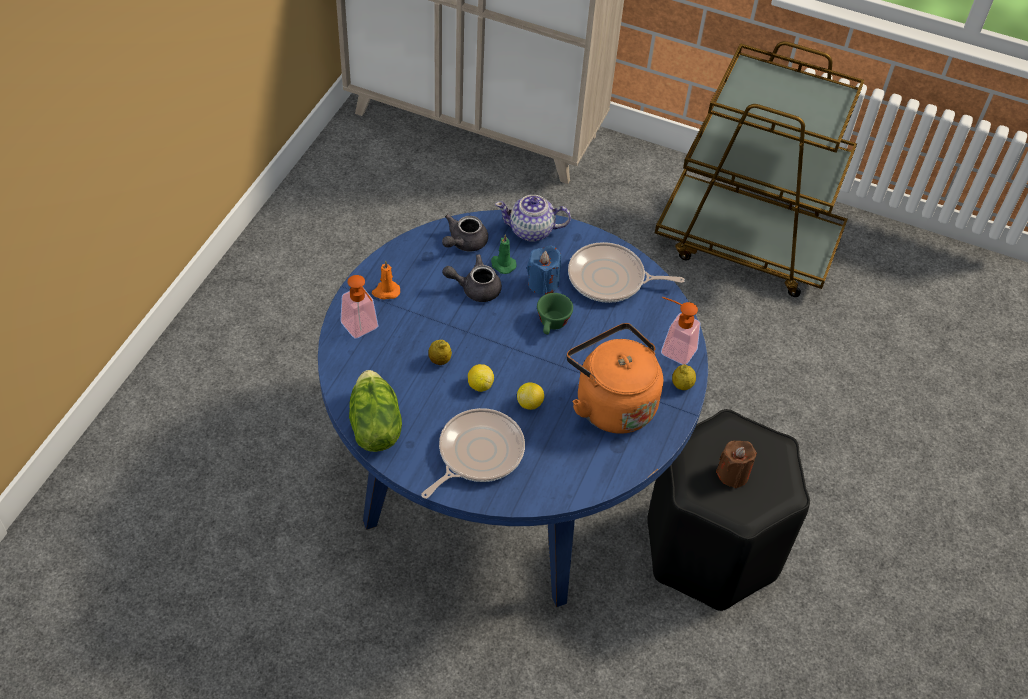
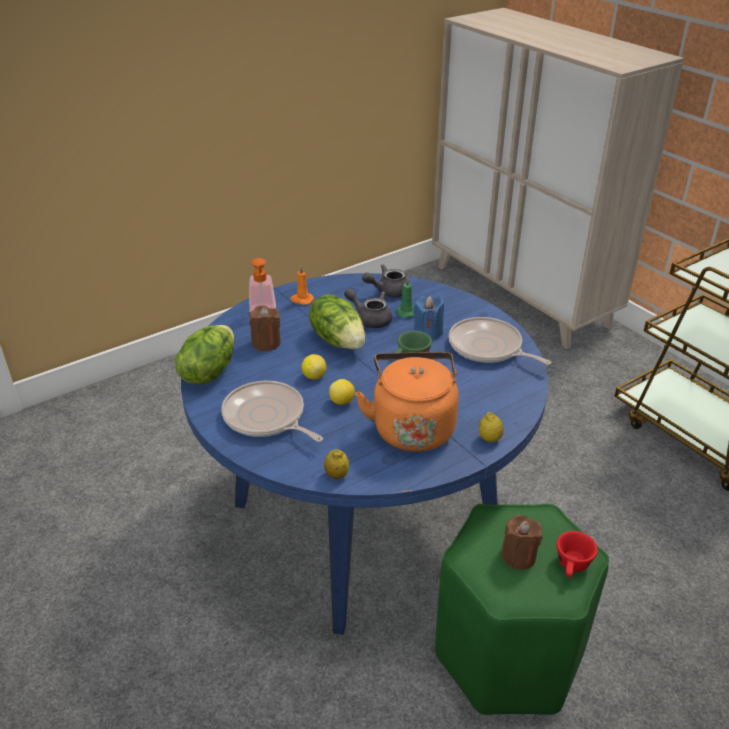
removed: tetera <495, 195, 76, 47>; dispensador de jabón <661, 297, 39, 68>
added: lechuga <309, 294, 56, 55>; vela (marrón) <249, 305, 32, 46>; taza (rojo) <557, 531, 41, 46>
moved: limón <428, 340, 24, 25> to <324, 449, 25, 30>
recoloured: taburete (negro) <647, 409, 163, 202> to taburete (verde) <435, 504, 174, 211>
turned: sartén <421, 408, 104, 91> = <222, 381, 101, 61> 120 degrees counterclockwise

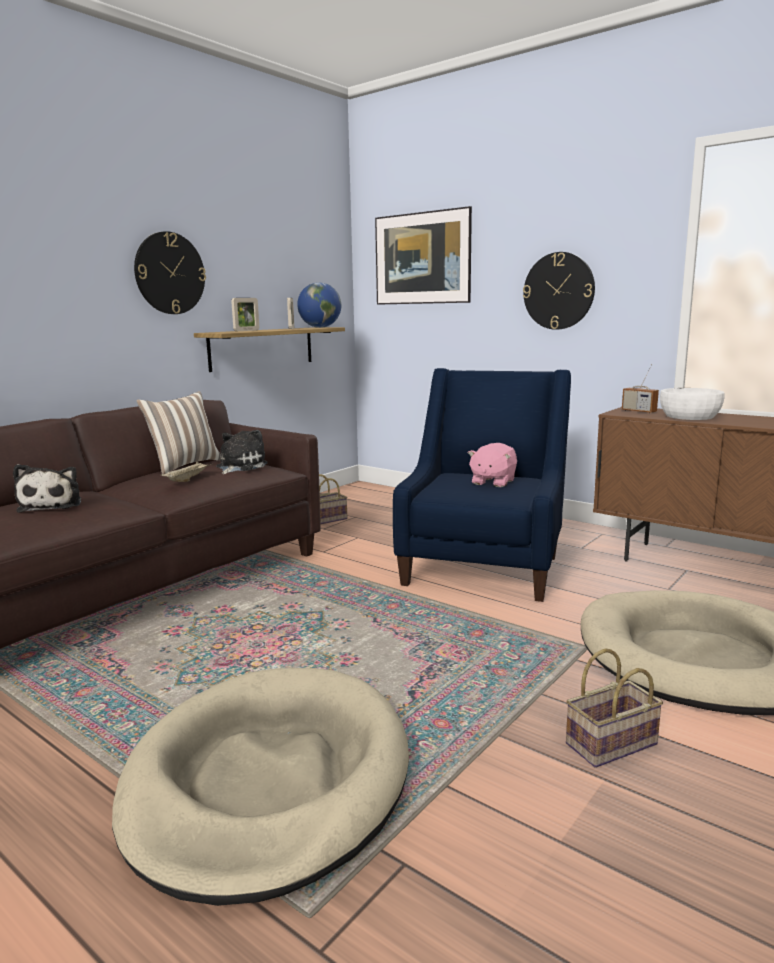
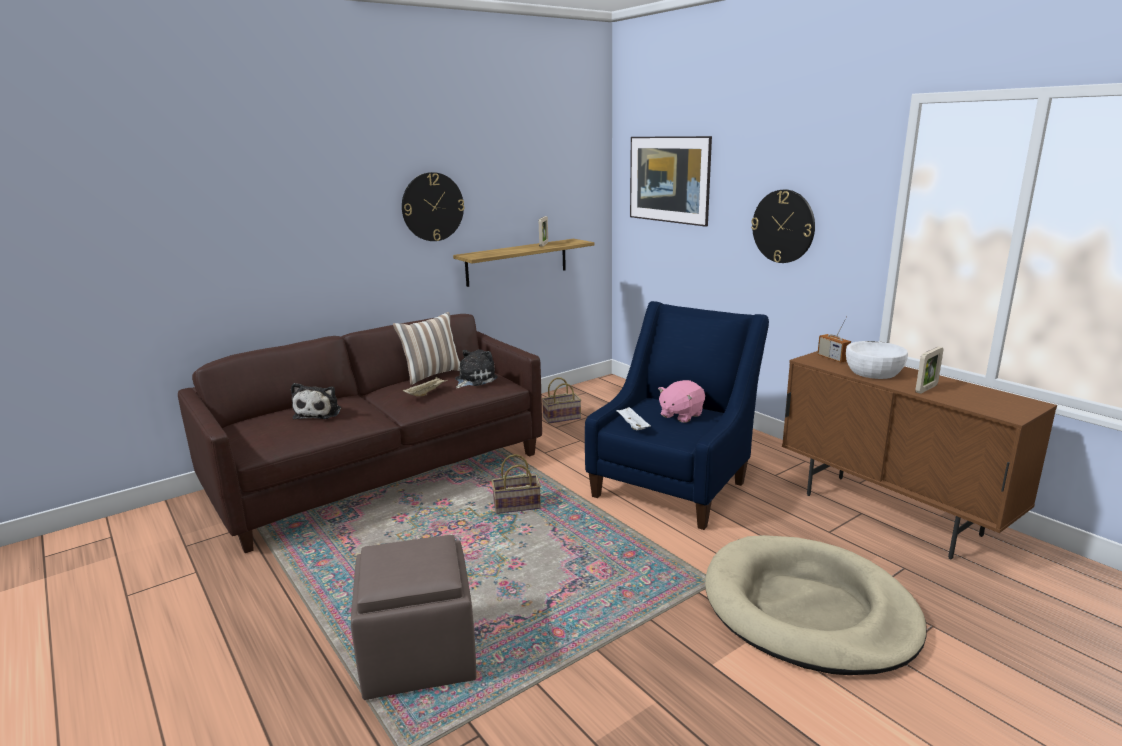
removed: globo terráqueo <297, 282, 44, 46>
added: bandeja (blanco) <616, 407, 35, 23>
moved: portarretratos <231, 298, 28, 33> to <915, 347, 29, 47>; cesta <566, 649, 97, 119> to <492, 454, 49, 60>
replaced: cama para perro (beis) <112, 668, 297, 238> to puf (marrón) <351, 535, 125, 165>

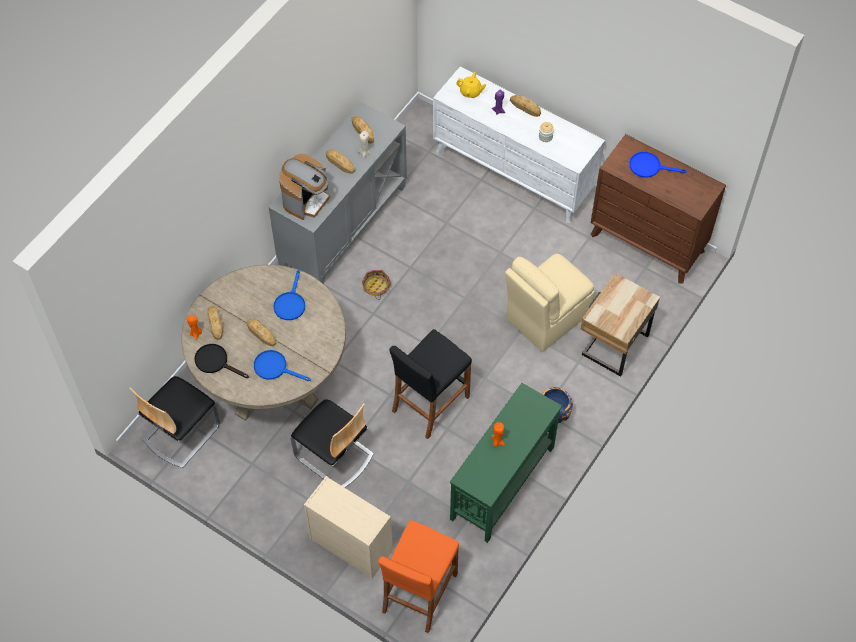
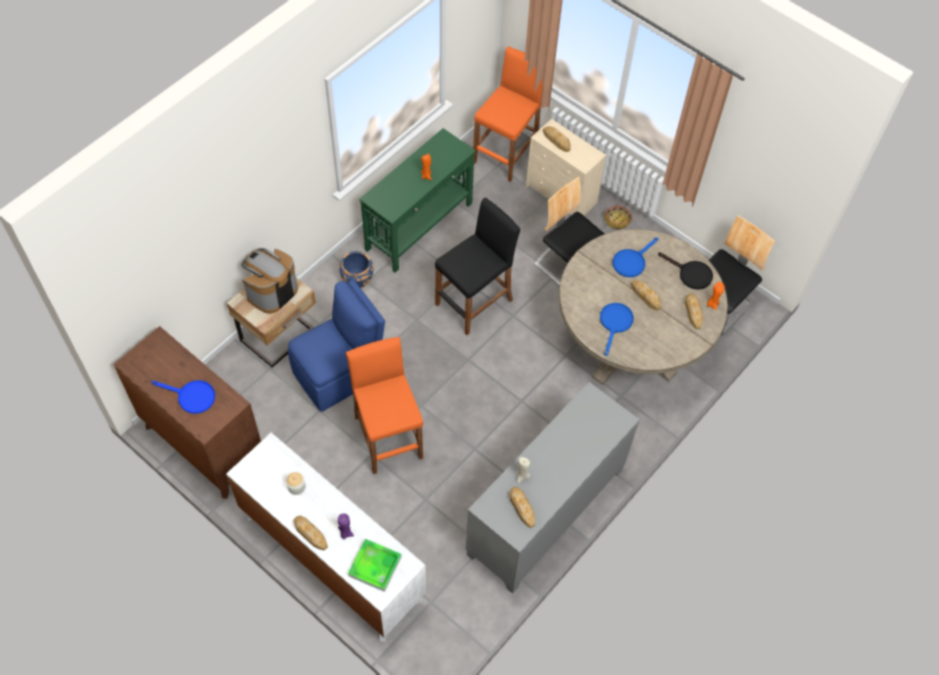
added: taburete (naranja) <346, 337, 77, 137>
moved: pan <326, 149, 29, 25> to <543, 126, 28, 26>; cafetera <279, 153, 51, 67> to <241, 248, 57, 66>; cesta <362, 270, 29, 30> to <604, 205, 28, 25>
replaced: tetera (amarillo) <456, 72, 30, 26> to bandeja <348, 539, 54, 53>
recoloured: silla (beis) <505, 254, 90, 98> to silla (azul) <288, 280, 97, 132>
turned: sartén (azul) <254, 350, 57, 31> = <613, 237, 45, 40> 105 degrees clockwise

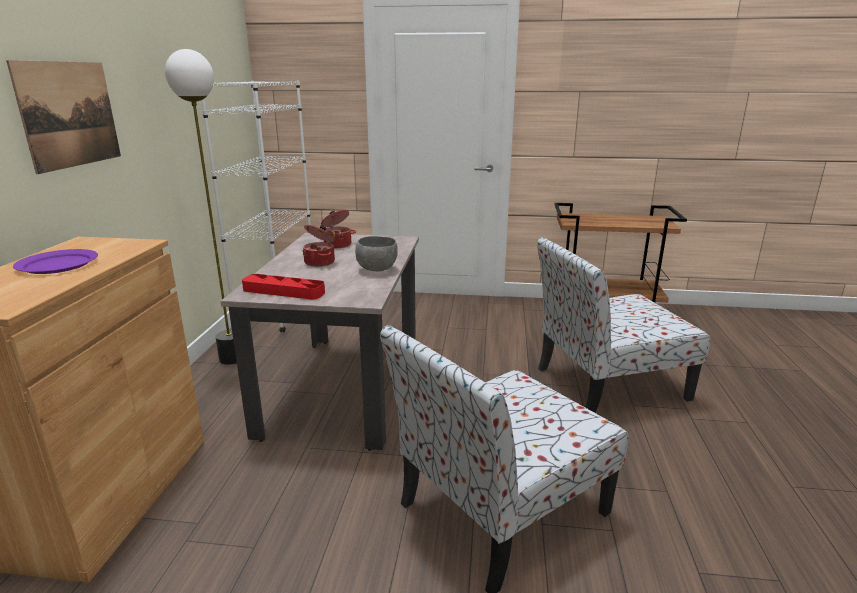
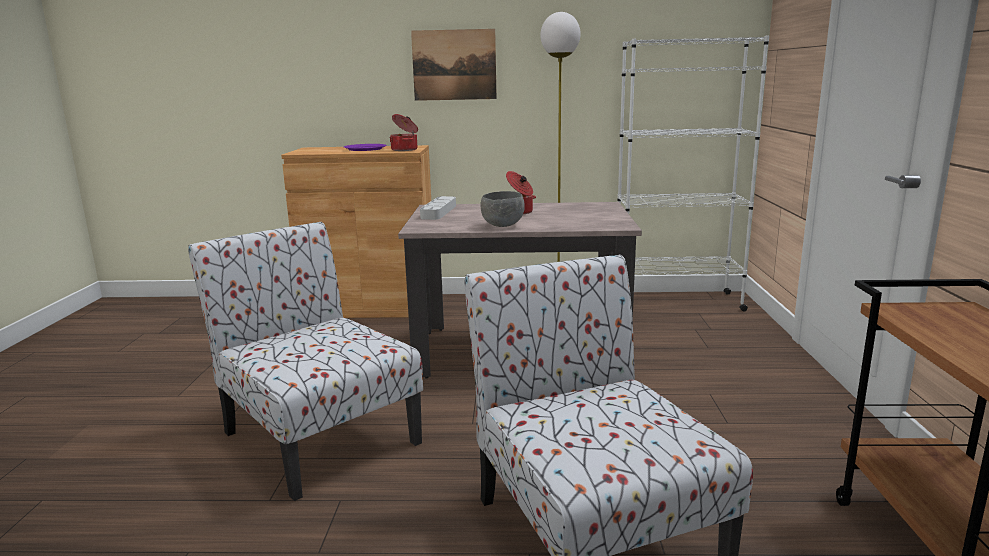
moved: olla <321, 210, 36, 38> to <390, 114, 28, 37>
recoloured: bandeja (rojo) <242, 274, 83, 26> to bandeja (gris) <420, 196, 36, 24>

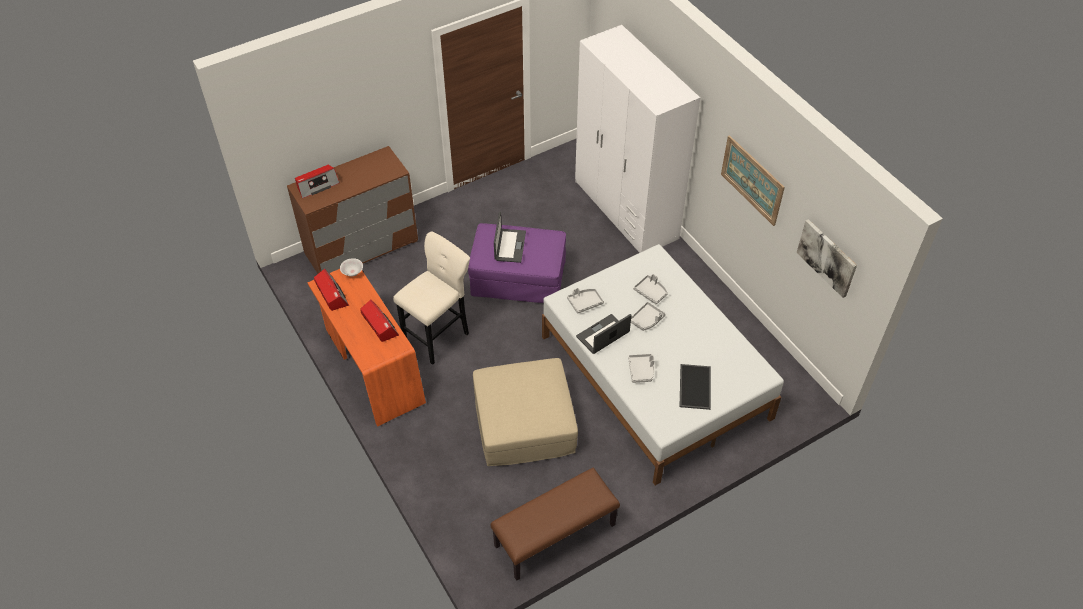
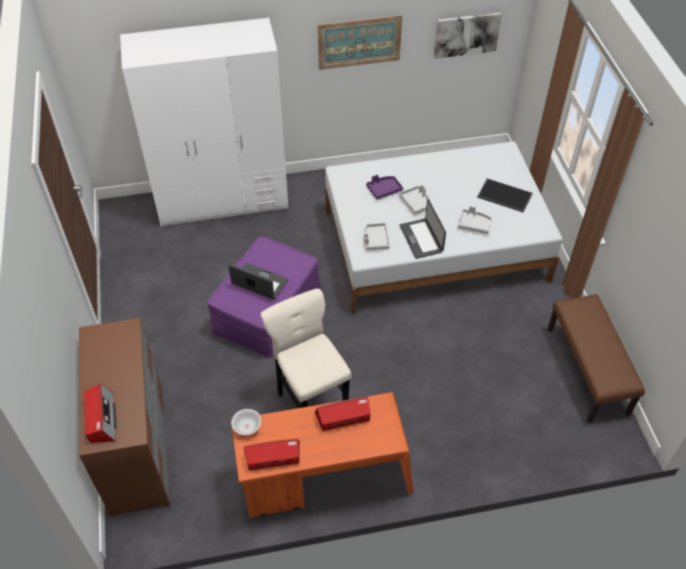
removed: puf (beis) <473, 358, 105, 108>
recoloured: bandeja (gris) <633, 274, 35, 30> to bandeja (morado) <366, 175, 37, 25>

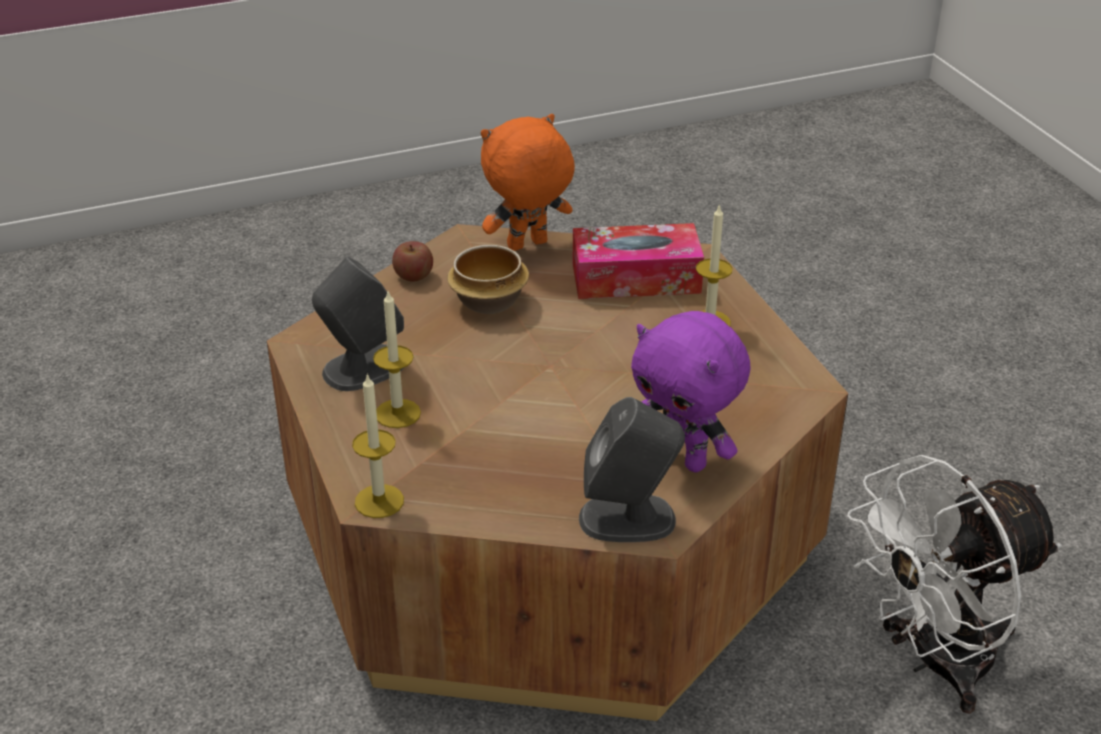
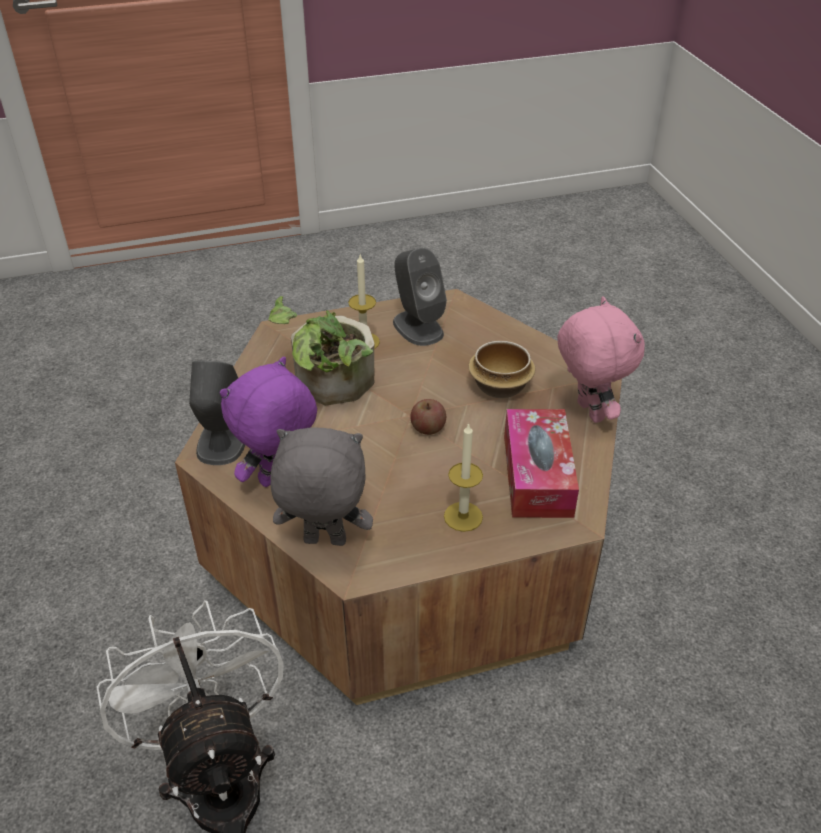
removed: vela <352, 373, 52, 145>
added: planta en maceta <268, 296, 106, 109>; peluche (gris) <271, 427, 102, 119>
moved: manzana <392, 241, 41, 41> to <410, 399, 36, 36>
recoloured: peluche (naranja) <481, 114, 94, 137> to peluche (rosa) <557, 296, 88, 127>

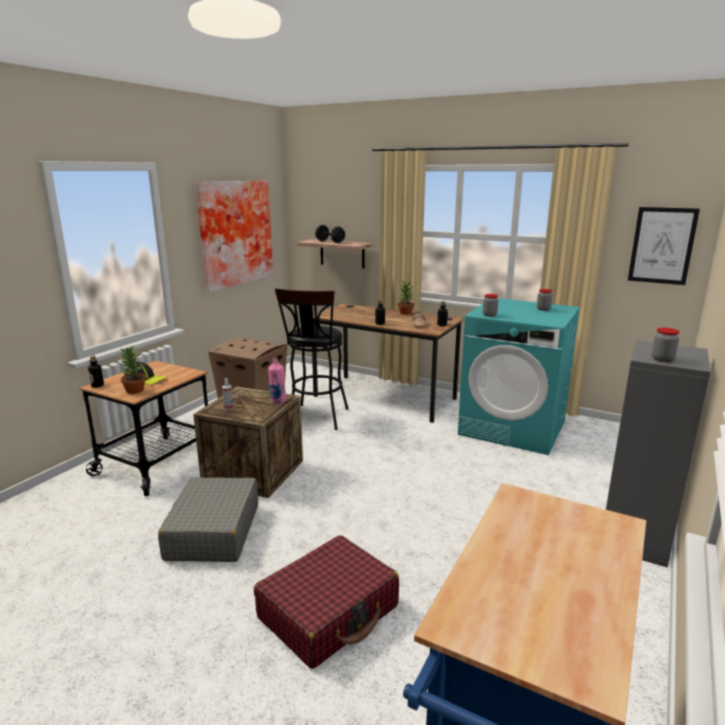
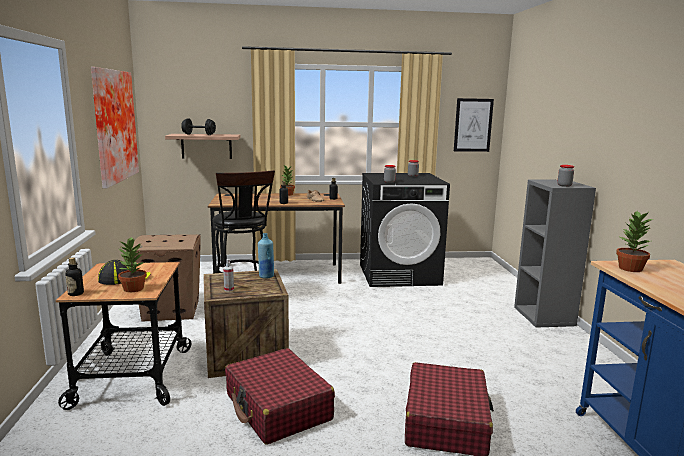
added: planta en maceta <616, 211, 37, 61>
recoloured: lavadora (turquesa) <458, 298, 122, 157> to lavadora (negro) <360, 173, 90, 114>; botella (rosa) <268, 358, 18, 46> to botella (azul) <258, 233, 16, 46>; maleta (gris) <158, 477, 100, 85> to maleta (rojo) <225, 348, 110, 97>

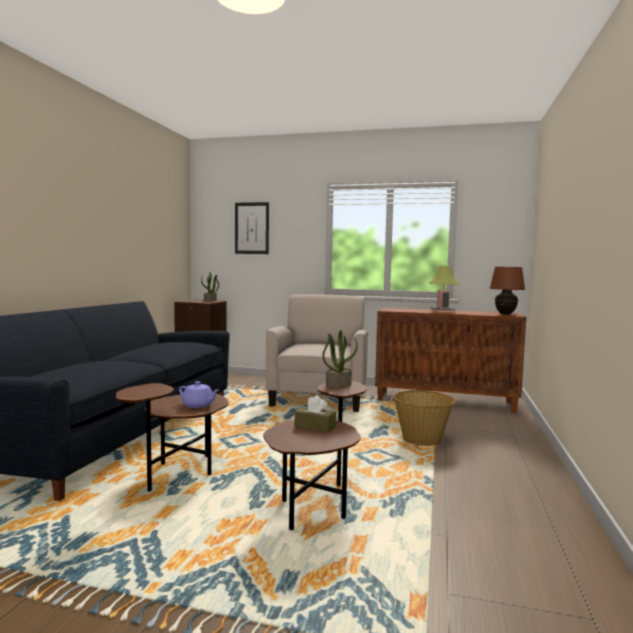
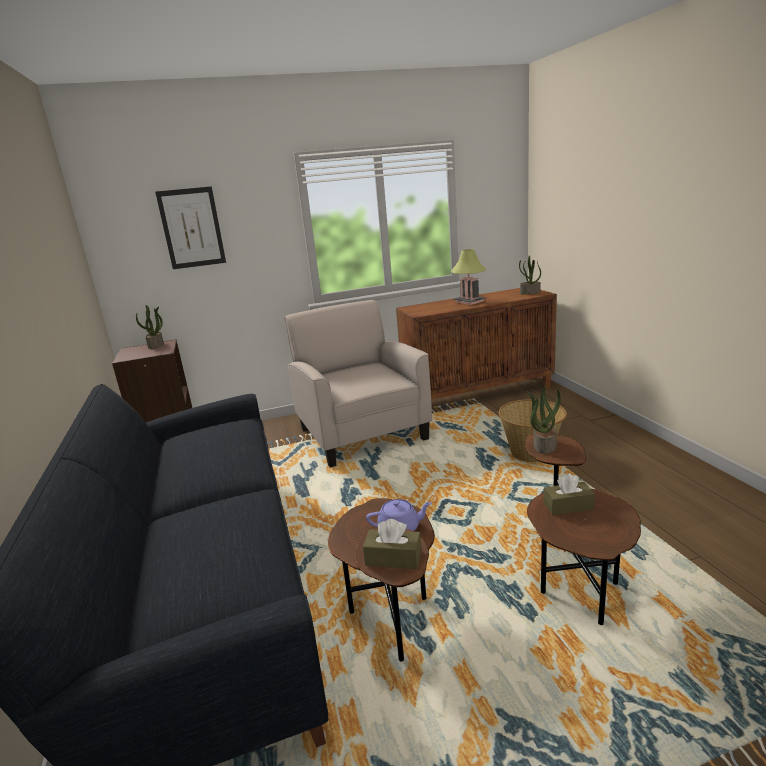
added: caja de pañuelos (marrón) <363, 519, 59, 50>
replaced: lámpara de mesa (marrón) <489, 267, 36, 48> to planta en maceta <519, 255, 22, 39>

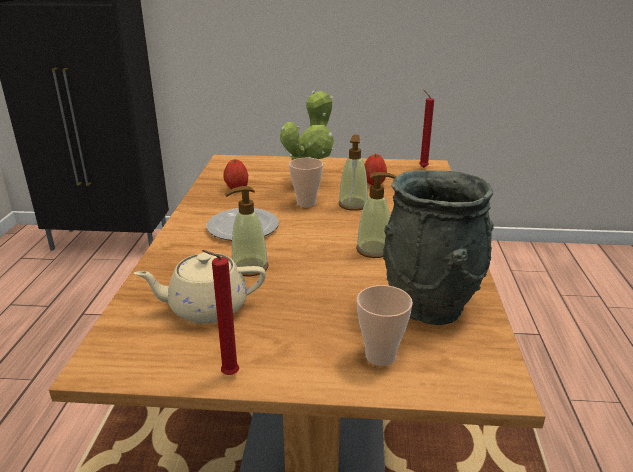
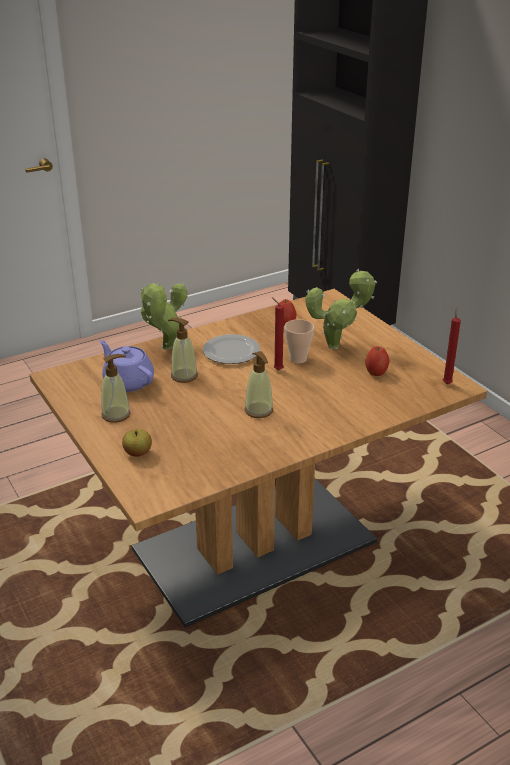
removed: florero (gris) <383, 170, 111, 155>
added: planta en maceta <140, 283, 47, 67>
moved: dispensador de jabón <338, 135, 30, 76> to <101, 354, 30, 69>; vela (rojo) <202, 250, 37, 125> to <272, 297, 12, 73>
replaced: taza <357, 285, 56, 81> to manzana <122, 429, 30, 28>
recoloured: tetera (beis) <134, 253, 132, 71> to tetera (morado) <100, 340, 54, 52>

